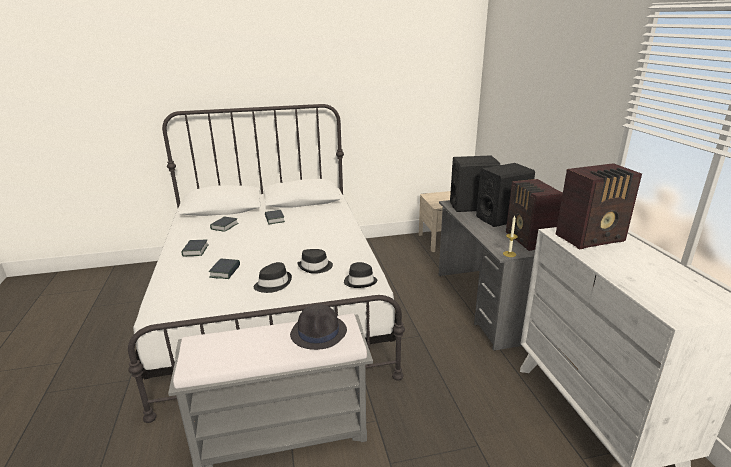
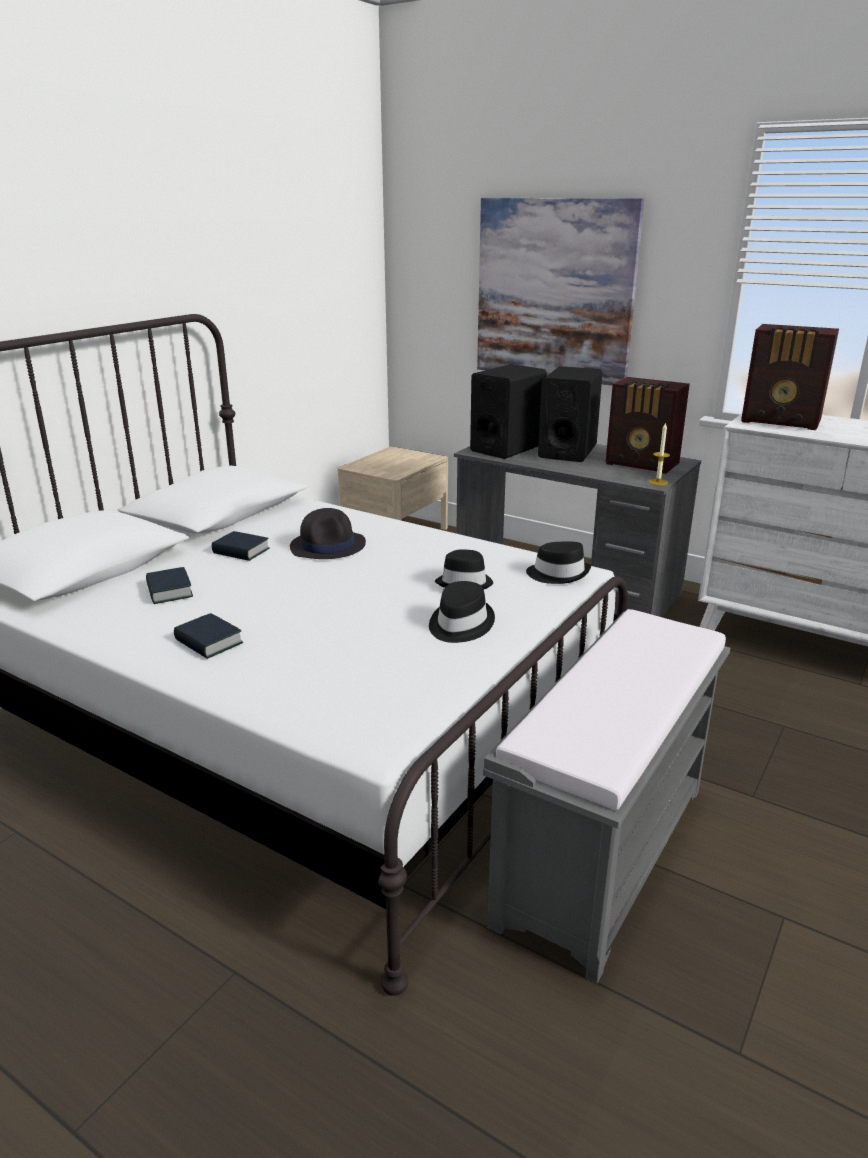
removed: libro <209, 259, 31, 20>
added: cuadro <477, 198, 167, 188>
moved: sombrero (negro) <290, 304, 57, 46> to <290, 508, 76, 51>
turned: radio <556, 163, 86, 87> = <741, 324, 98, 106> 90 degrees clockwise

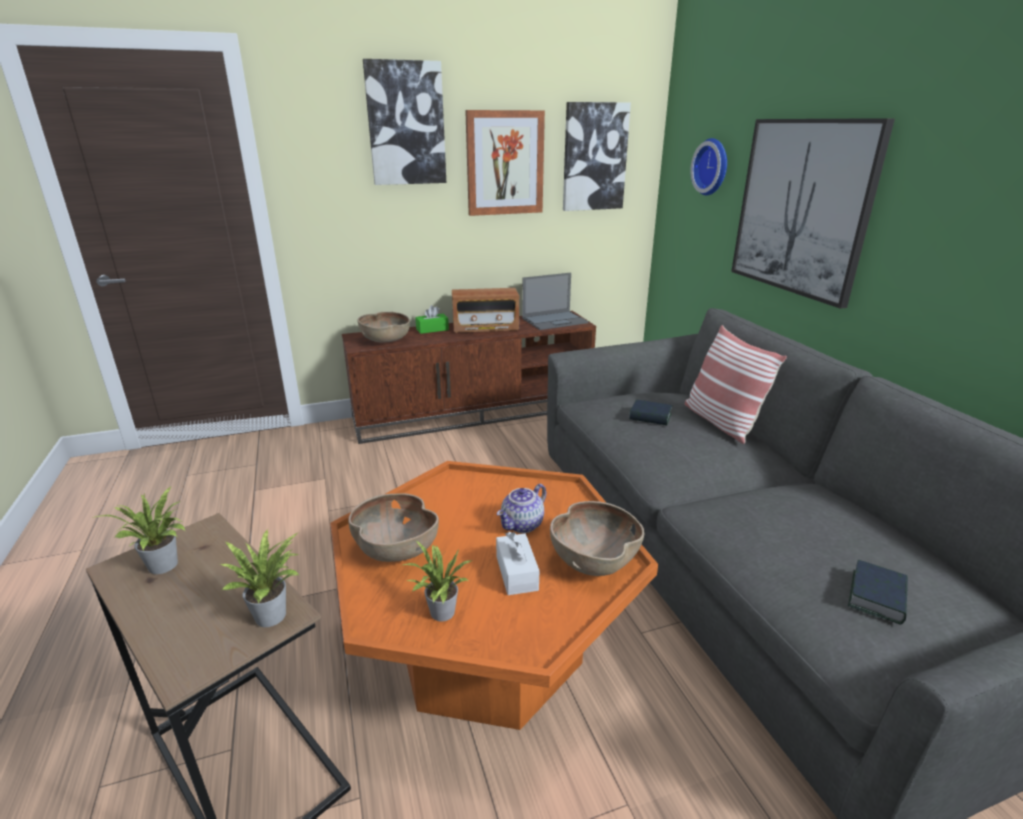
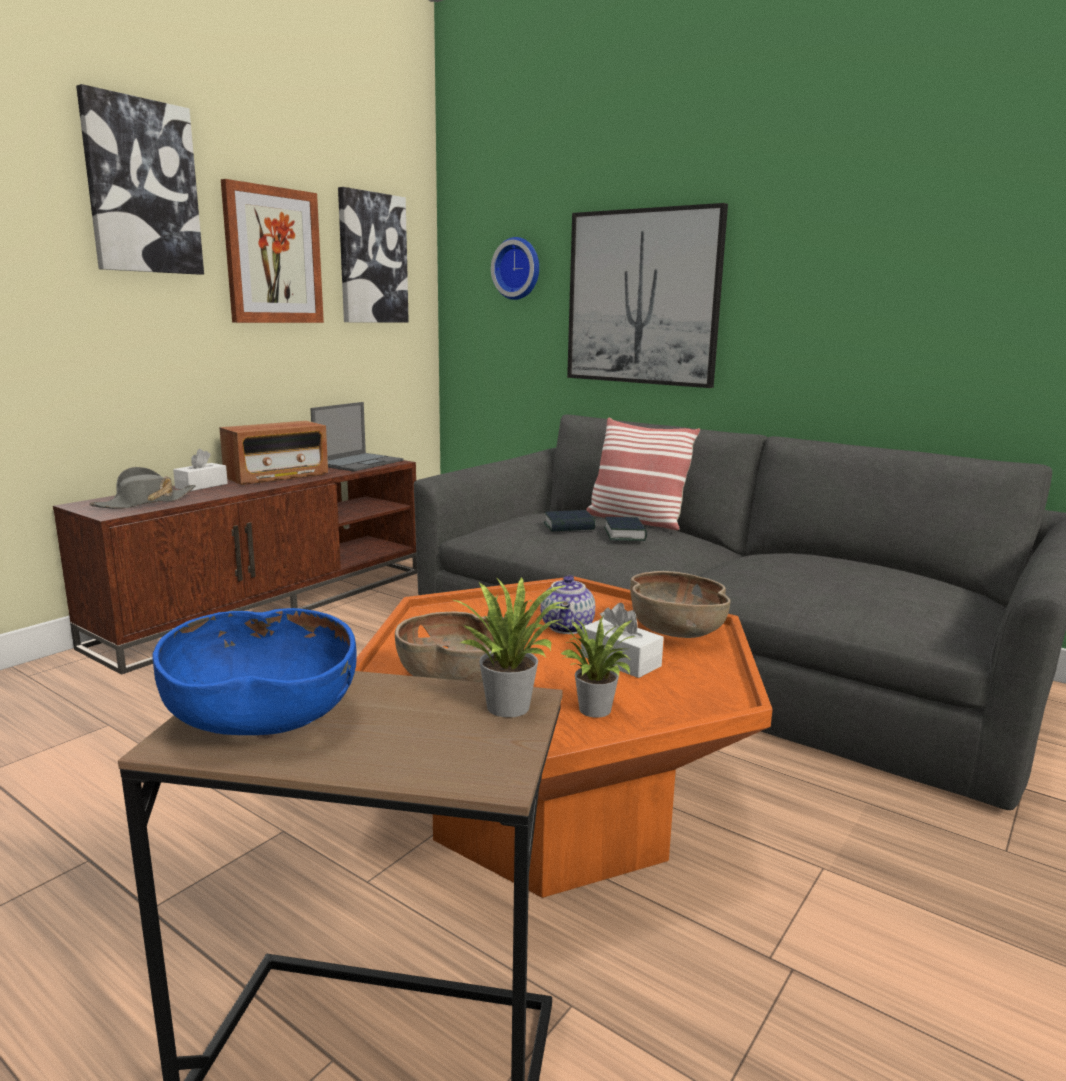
moved: libro <848, 560, 60, 65> to <604, 517, 43, 24>
replaced: cuenco (marrón) <357, 312, 53, 31> to sombrero (gris) <90, 467, 106, 42>; planta en maceta <92, 487, 93, 87> to cuenco (azul) <152, 608, 205, 127>
recoloured: caja de pañuelos (verde) <415, 305, 34, 29> to caja de pañuelos (blanco) <173, 449, 55, 42>

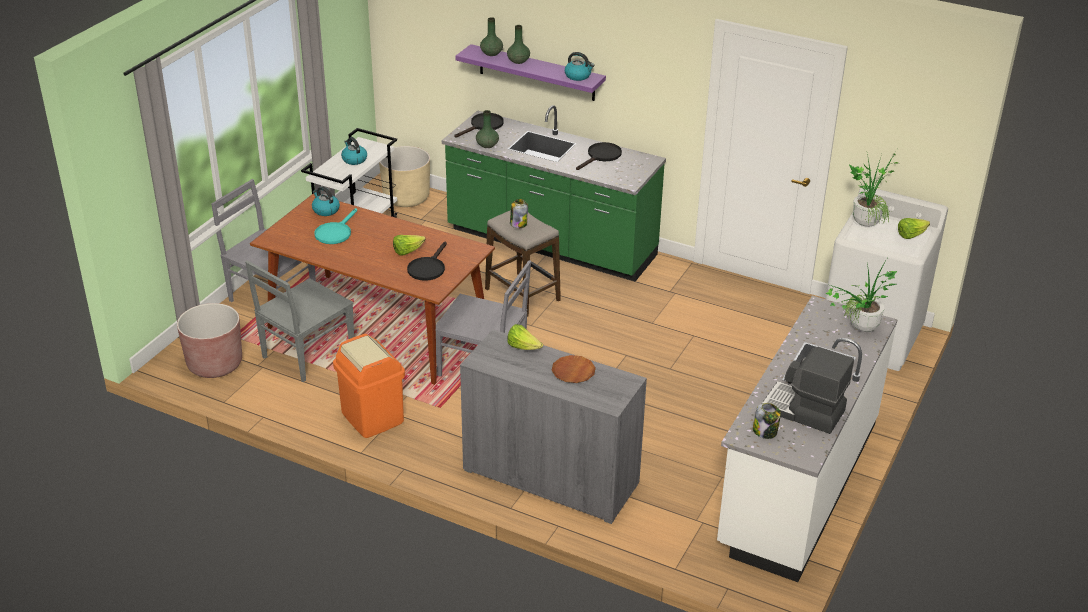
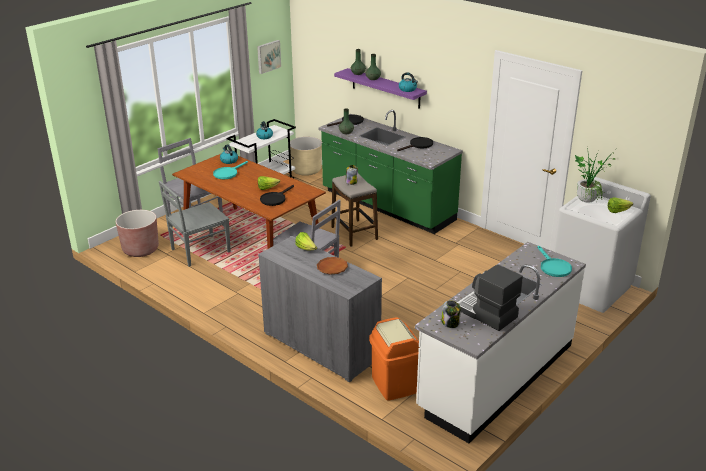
added: cuadro <257, 40, 24, 34>
moved: papelera (naranja) <333, 334, 72, 104> to <369, 317, 51, 84>
replaced: planta en maceta <825, 259, 72, 73> to sartén (turquesa) <537, 246, 35, 31>

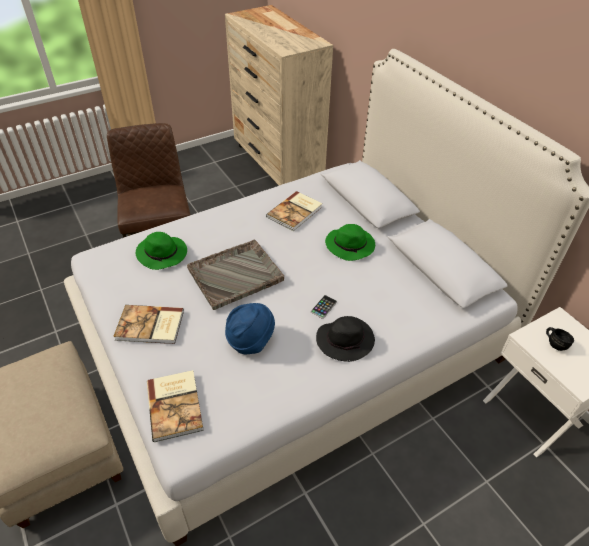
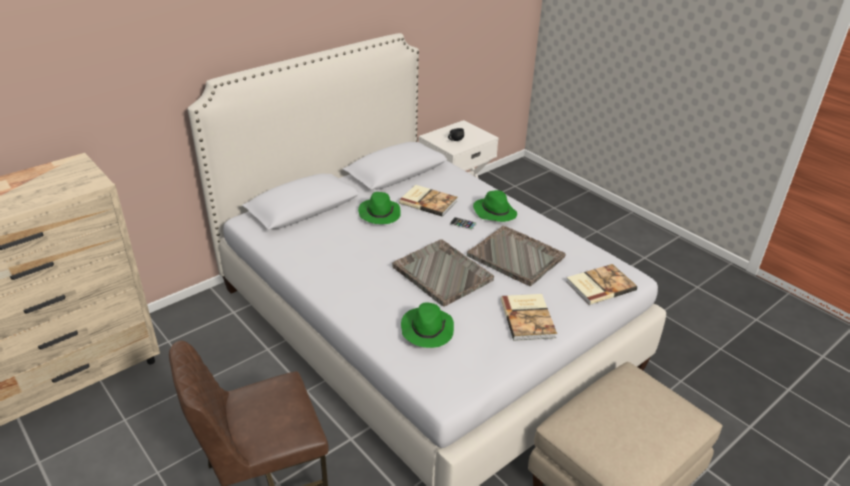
moved: libro <266, 191, 56, 40> to <399, 185, 58, 32>
replaced: sombrero (azul) <225, 303, 50, 51> to bandeja (gris) <467, 226, 99, 60>
recoloured: sombrero (negro) <316, 316, 59, 46> to sombrero (verde) <473, 190, 44, 32>

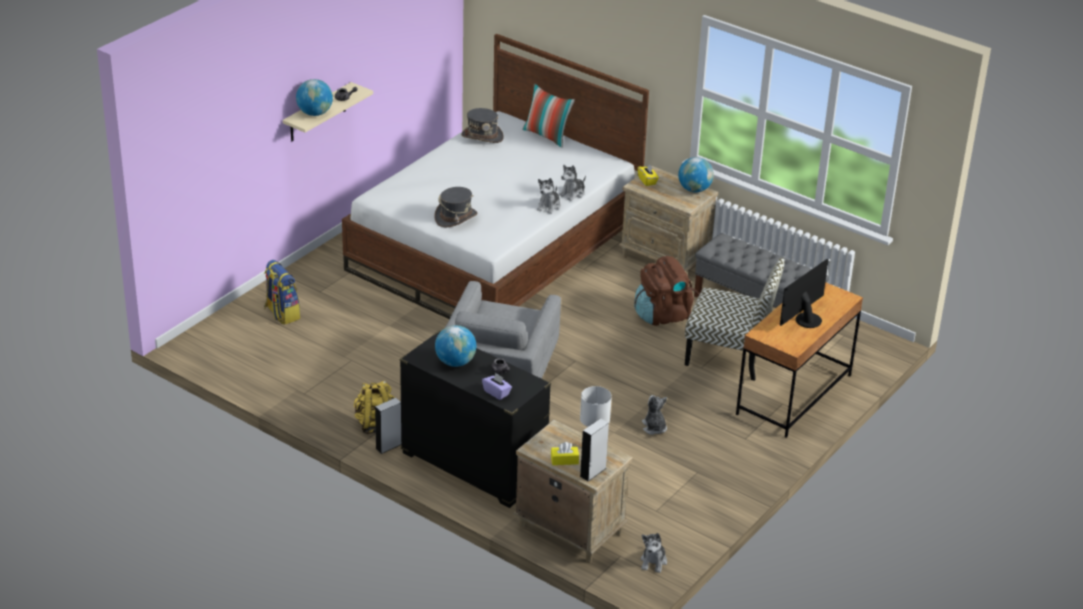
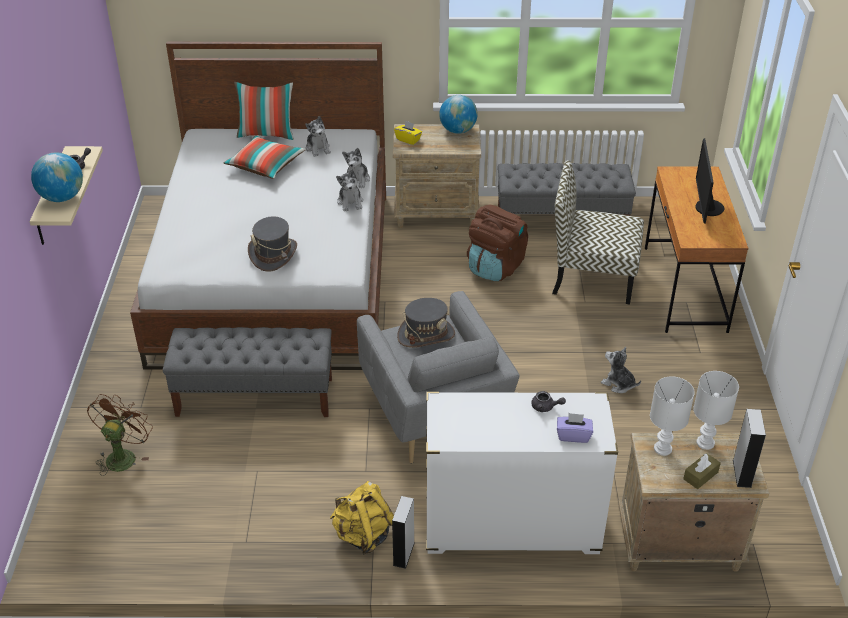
removed: globo terráqueo <435, 325, 41, 42>
added: cojín <224, 135, 82, 44>; banco (gris) <163, 327, 169, 90>; lámpara de mesa (blanco) <650, 376, 45, 80>
moved: sombrero (gris) <461, 108, 43, 35> to <397, 298, 58, 50>; peluche <641, 533, 26, 40> to <305, 116, 26, 41>
replaced: mochila <264, 260, 36, 65> to ventilador (marrón) <87, 394, 66, 82>
recoloured: cómoda (negro) <400, 330, 151, 178> to cómoda (blanco) <426, 392, 192, 162>; caja de pañuelos (amarillo) <551, 442, 28, 23> to caja de pañuelos (marrón) <683, 453, 38, 36>
turned: silla <685, 258, 100, 123> = <552, 160, 92, 145> 150 degrees counterclockwise

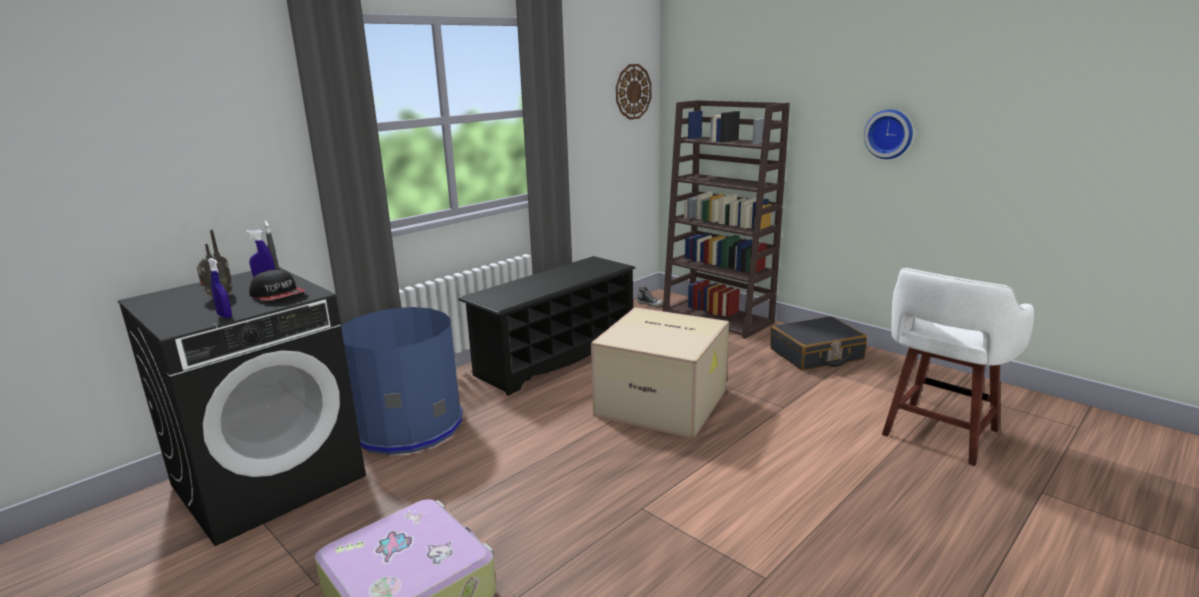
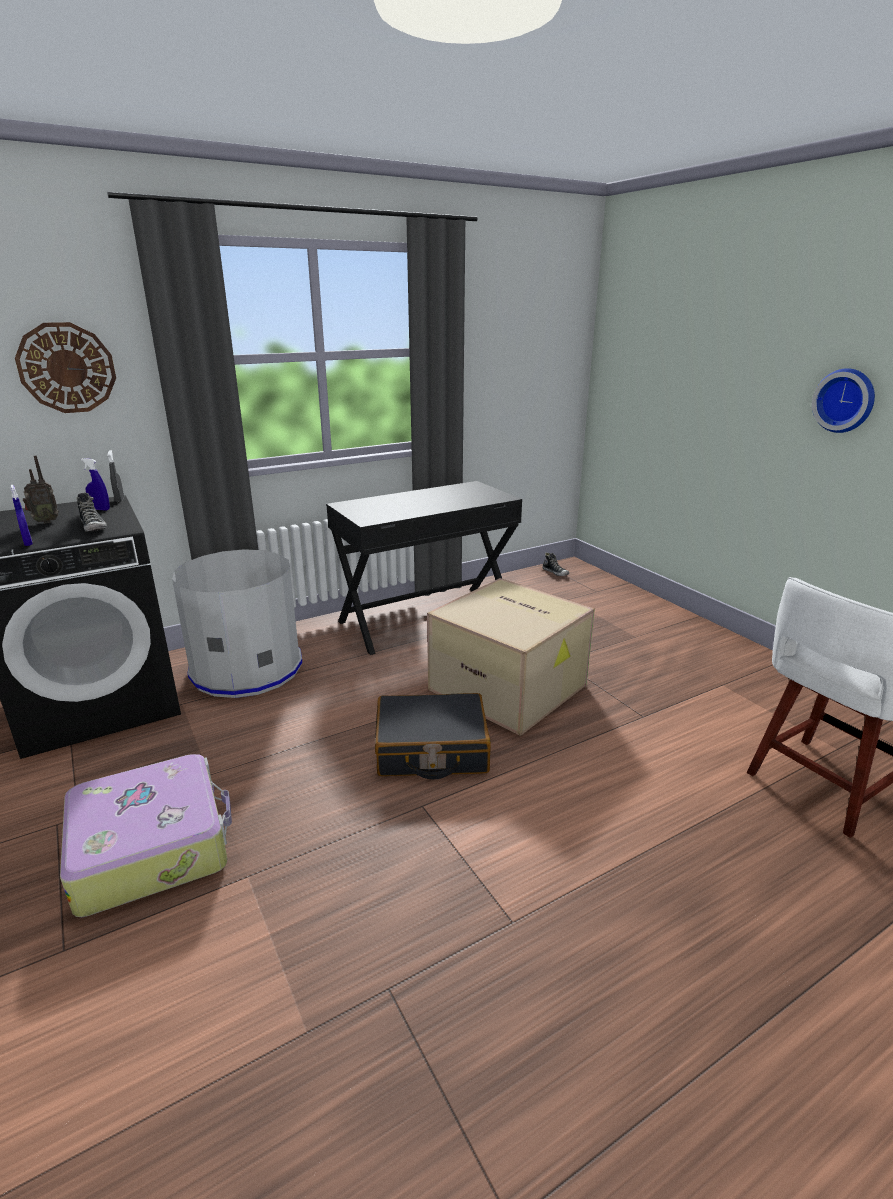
removed: estantería (marrón) <663, 100, 127, 239>
moved: reloj de pared <616, 64, 36, 56> to <15, 322, 101, 91>; maleta (negro) <770, 316, 97, 54> to <375, 693, 116, 86>
replaced: zapatero (negro) <458, 256, 177, 140> to escritorio (negro) <326, 481, 196, 174>; gorra <249, 270, 57, 31> to zapato <76, 493, 31, 39>
recoloured: papelera (azul) <341, 307, 122, 148> to papelera (gris) <172, 549, 130, 149>

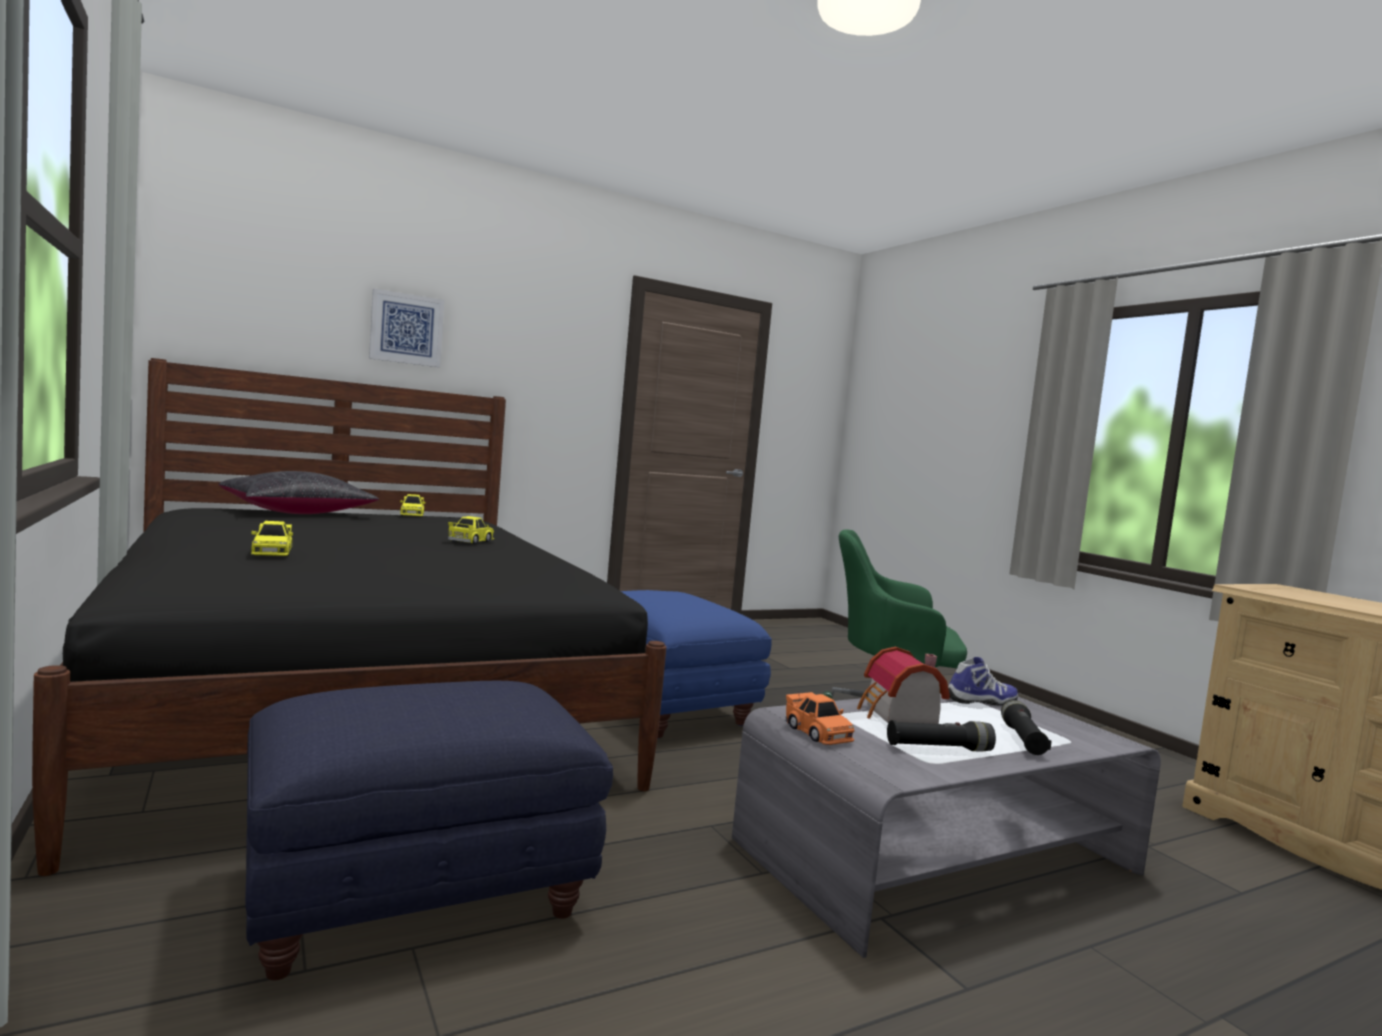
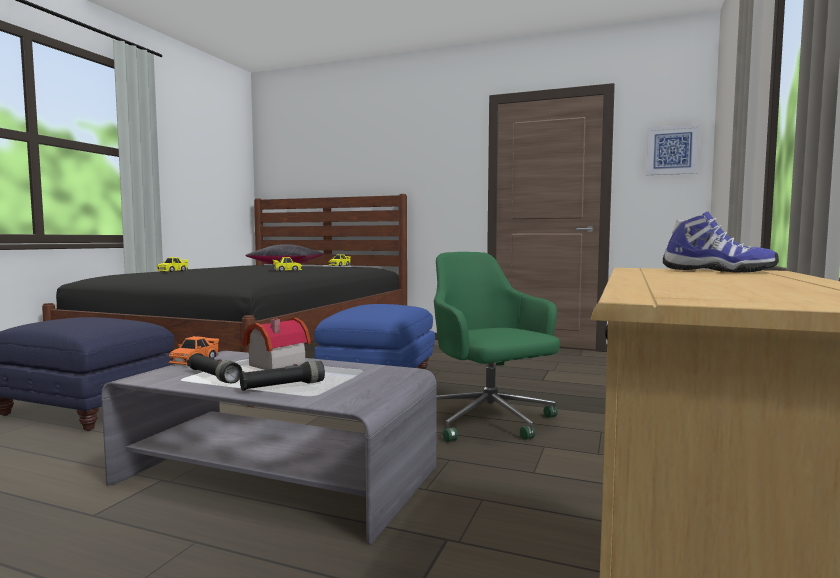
moved: cuadro <369, 288, 75, 79> to <646, 124, 54, 51>; zapato <948, 657, 70, 49> to <663, 212, 116, 60>

